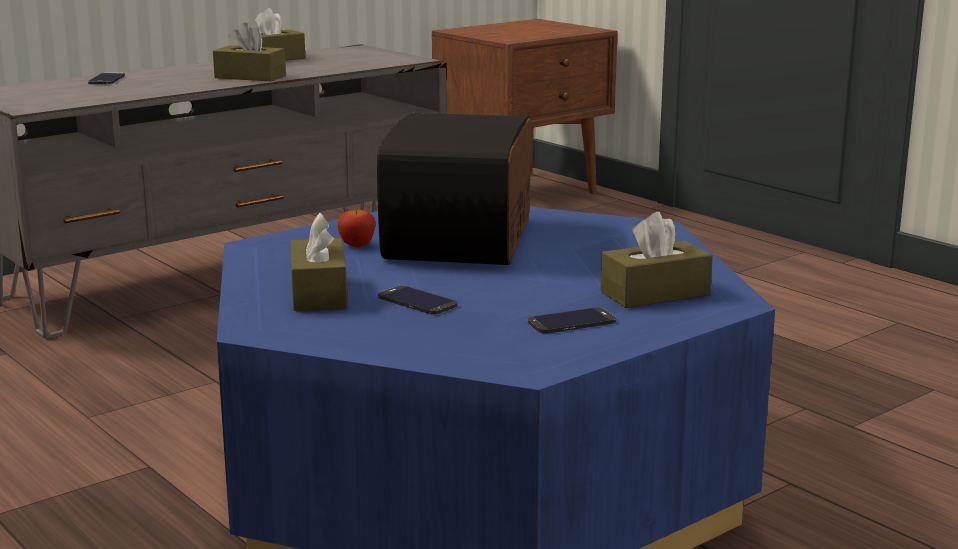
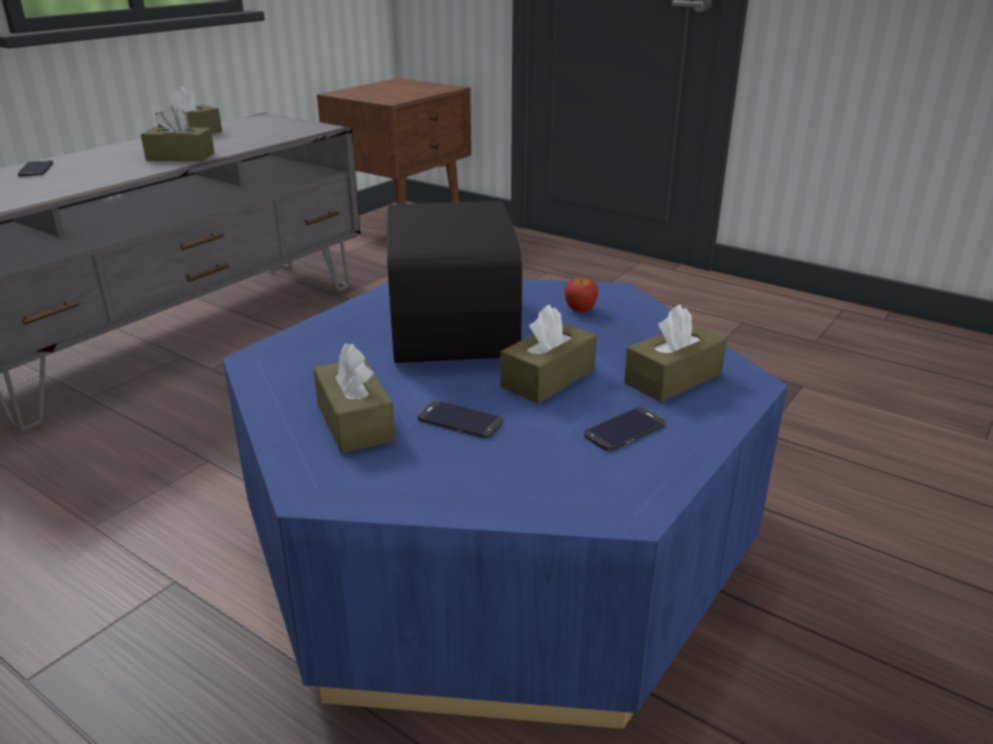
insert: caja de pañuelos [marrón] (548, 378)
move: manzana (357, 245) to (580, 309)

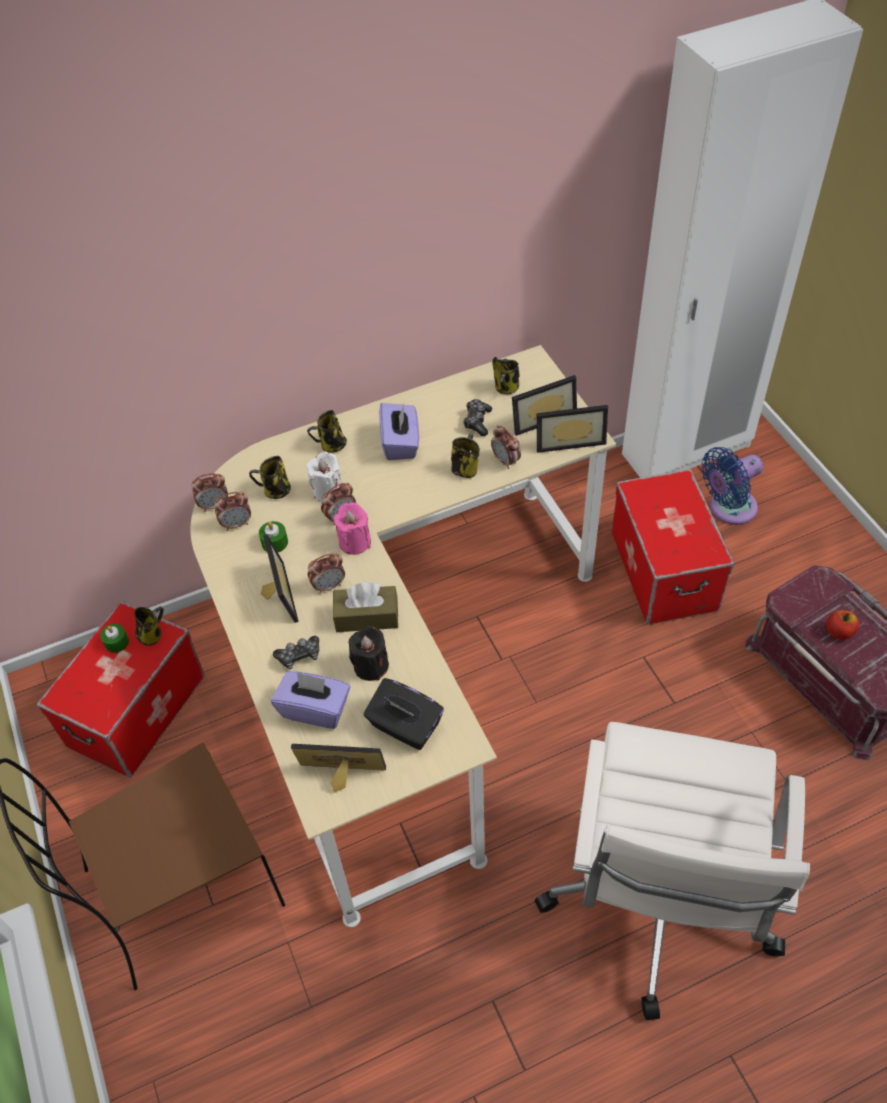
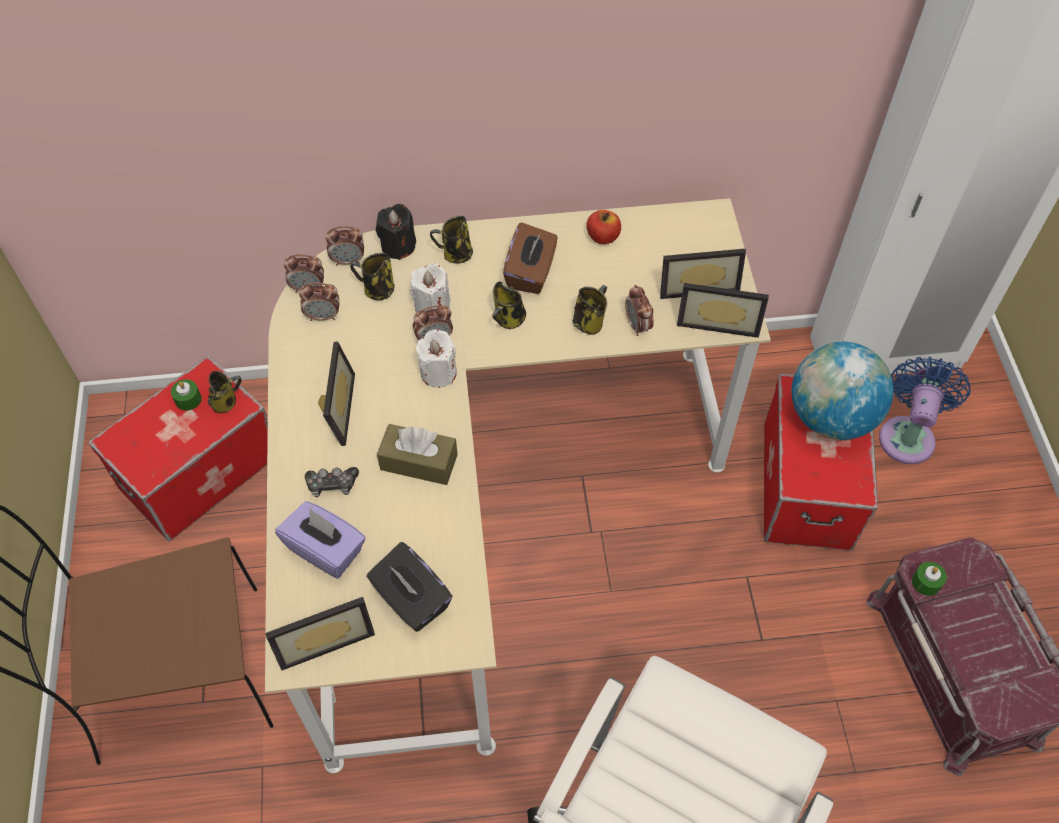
delete: mando de consola (477, 421)
insert: globo terráqueo (830, 417)
move: taza grande (506, 388) to (508, 320); vela [verde] (274, 542) to (926, 582); despertador (329, 586) to (348, 260); manzana (839, 632) to (603, 237); vela [negro] (371, 665) to (398, 246)
recolor: caja de pañuelos [morado] (401, 443) to caja de pañuelos [marrón] (531, 272); vela [rosa] (354, 542) to vela [blanco] (438, 372)
rotate: ventilador [azul] (728, 509) = (908, 435) 120 degrees clockwise; portarretratos (341, 778) = (323, 636) 135 degrees clockwise

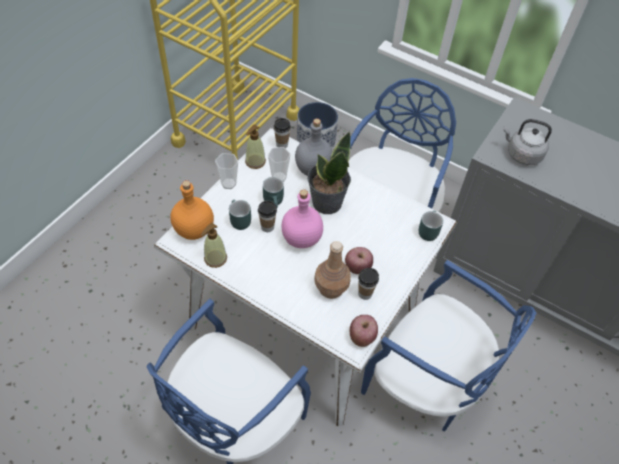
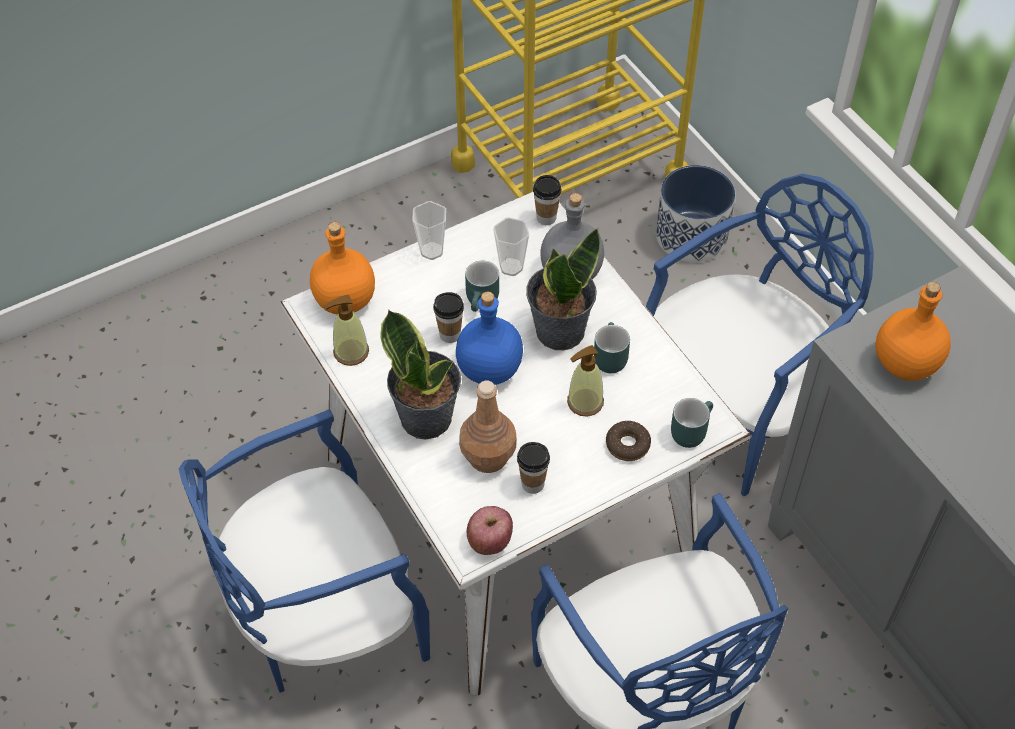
delete: manzana (357, 267)
insert: planta en maceta (427, 417); rosquilla (627, 445)
move: dispensador de jabón (255, 162) to (585, 402); taza grande [turquesa] (238, 220) to (607, 357)
replace: hervidor [gris] (521, 154) to botella [naranja] (904, 364)
recolor: botella [rosa] (300, 238) to botella [azul] (488, 368)

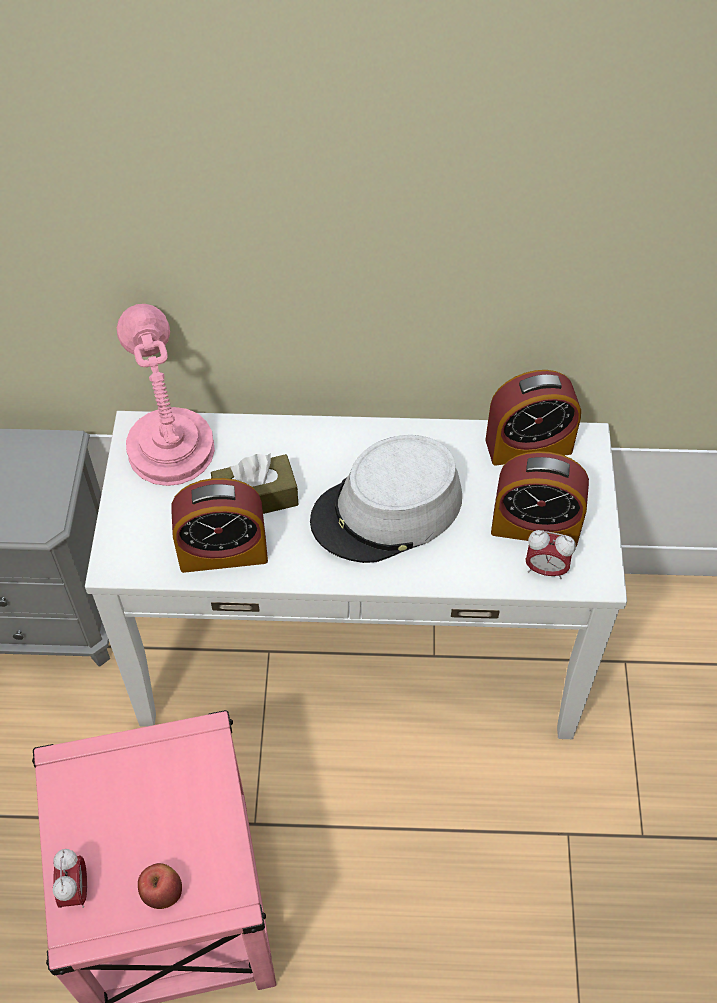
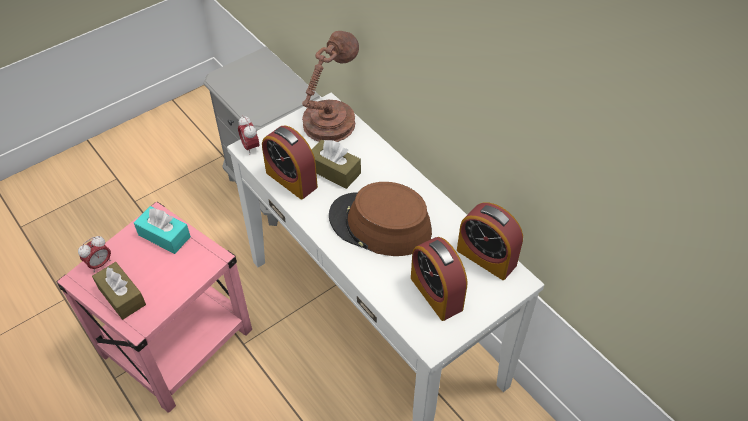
insert: caja de pañuelos [turquesa] (164, 236)
move: despertador (545, 569) to (250, 147)
replace: manzana (162, 893) to caja de pañuelos [marrón] (122, 296)
recolor: lámpara de mesa [rosa] (169, 444) to lámpara de mesa [marrón] (331, 121); sombrero [gris] (387, 510) to sombrero [marrón] (380, 225)

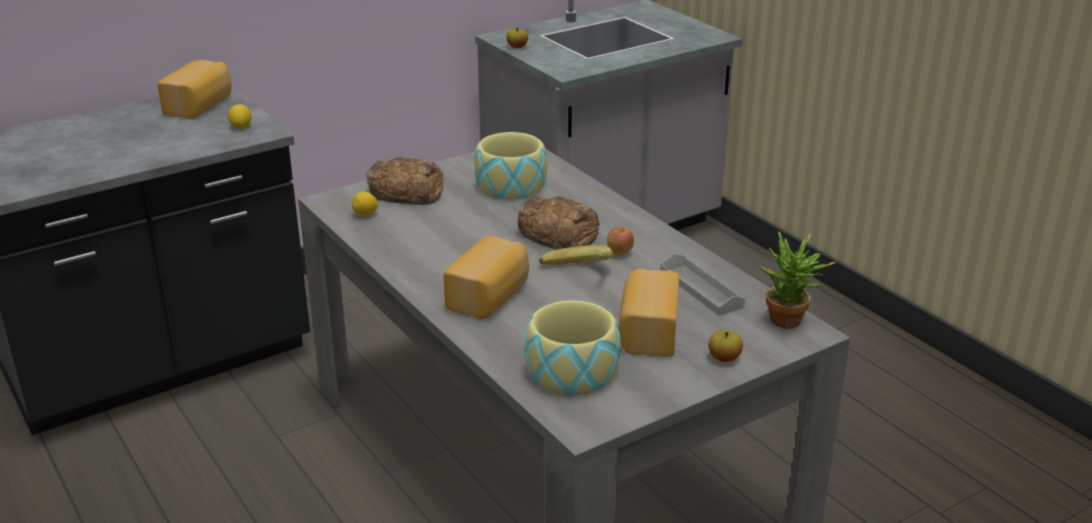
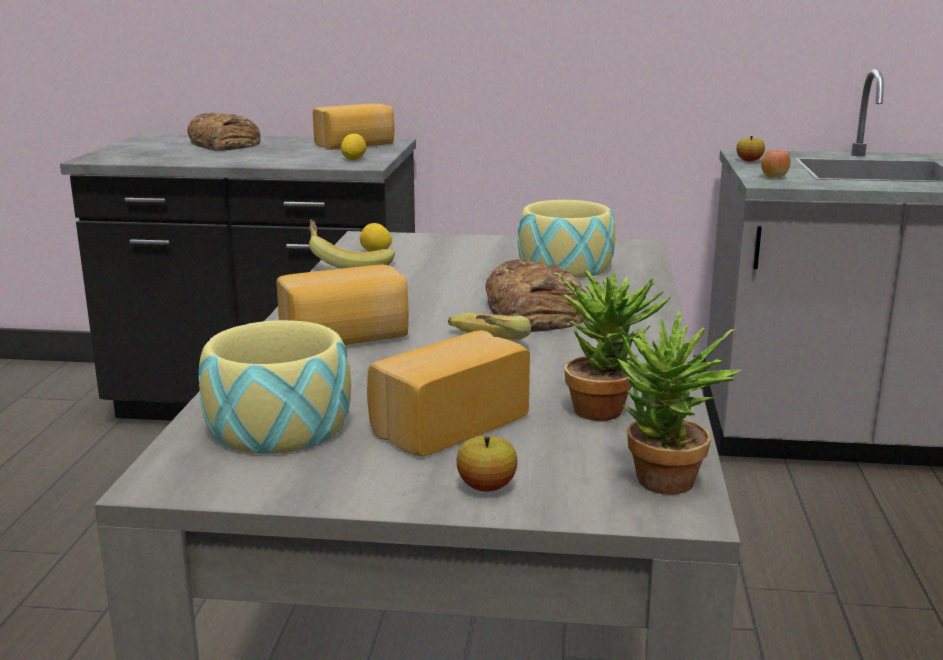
insert: plátano (348, 265)
move: pan (406, 191) to (224, 144); manzana (619, 253) to (774, 177)
replace: bandeja [gris] (701, 289) to planta en maceta (606, 408)

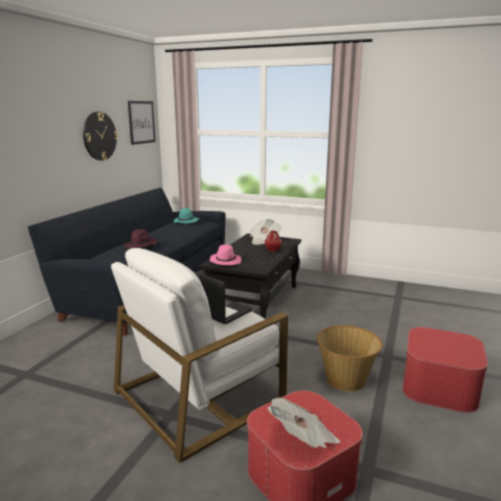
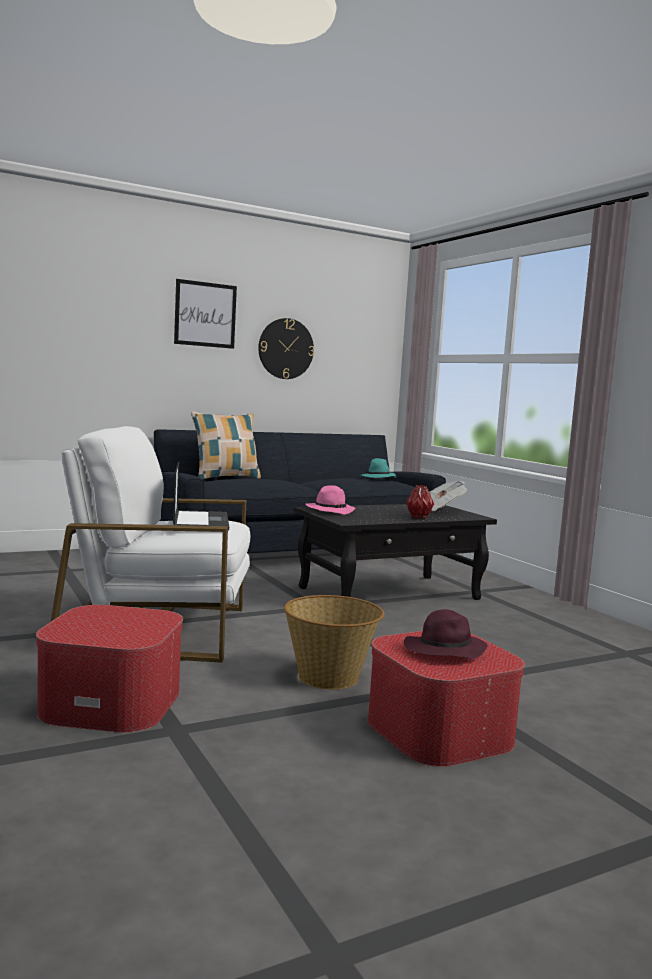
delete: periódico (303, 439)
insert: cojín (225, 478)
move: cuadro (141, 122) to (205, 314); sombrero [morado] (140, 245) to (443, 651)

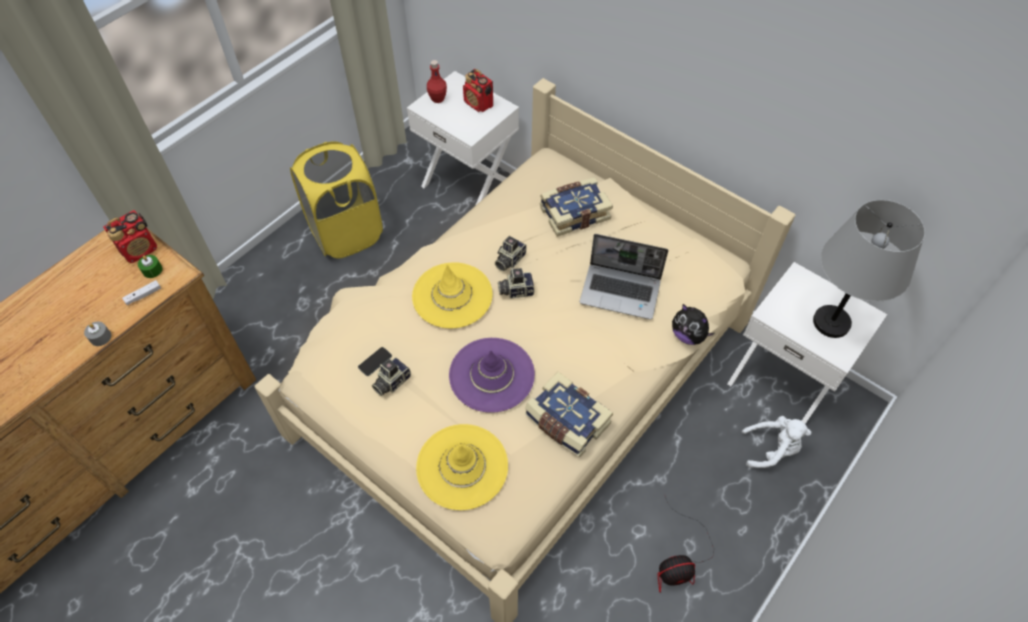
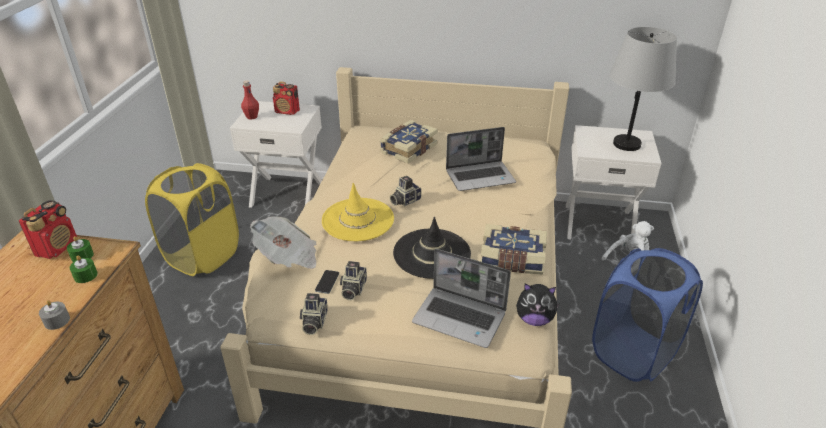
insert: periódico (288, 257)
move: cámara (509, 260) to (313, 322); peluche (688, 335) to (534, 319)
replace: mando de consola [blanco] (143, 295) to vela [verde] (85, 275); sombrero [amarillo] (462, 466) to portátil (460, 318); ventilador (680, 561) to cesto de la ropa [azul] (633, 353)
recolor: sombrero [morado] (492, 375) to sombrero [negro] (432, 253)

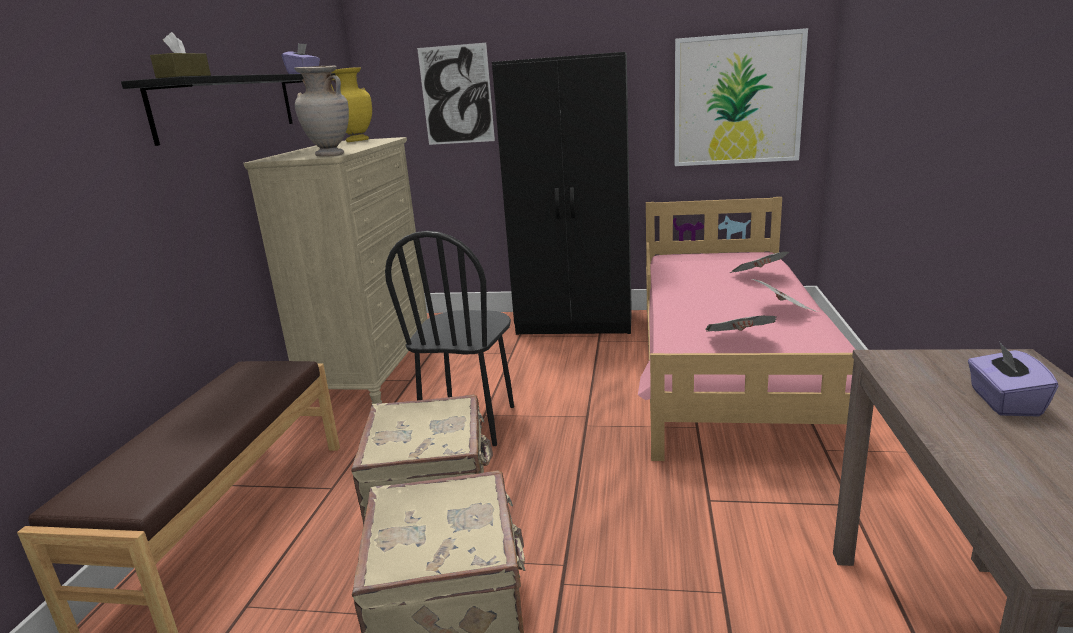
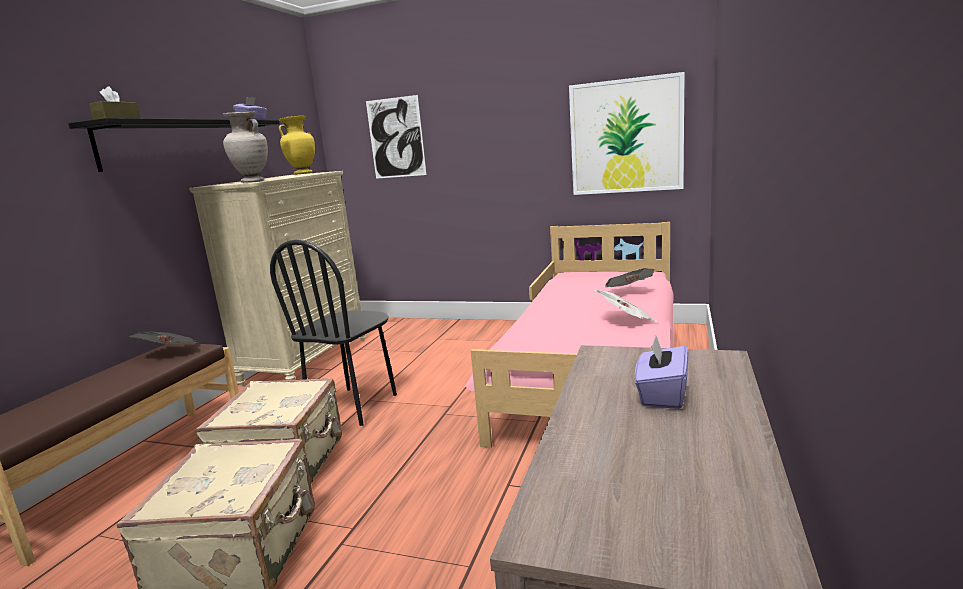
delete: armario ropero [negro] (576, 323)
move: periódico (739, 342) to (171, 353)

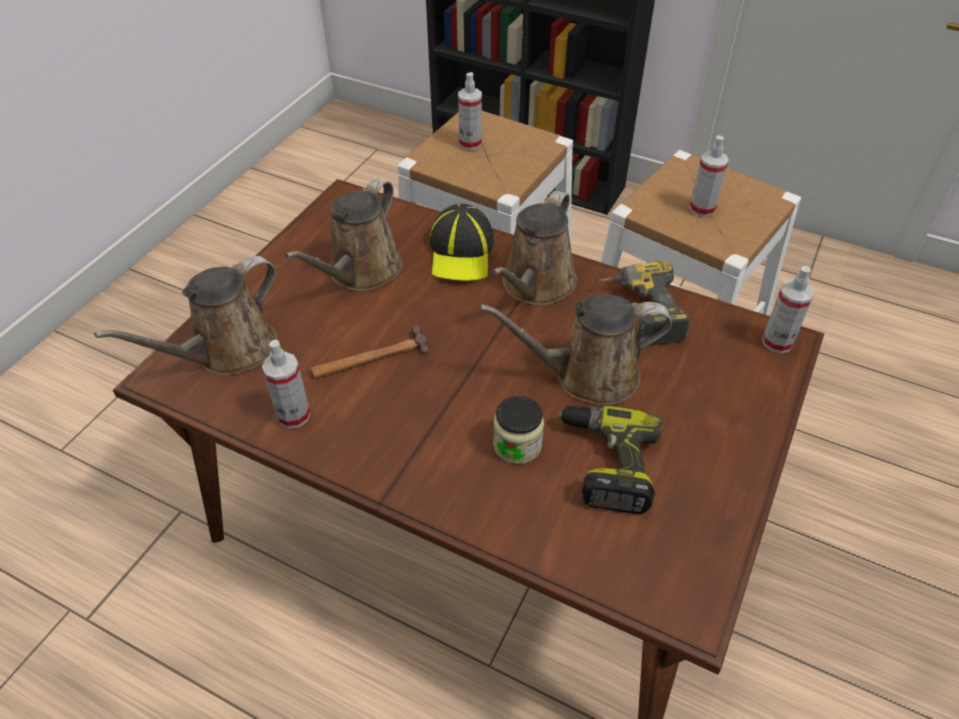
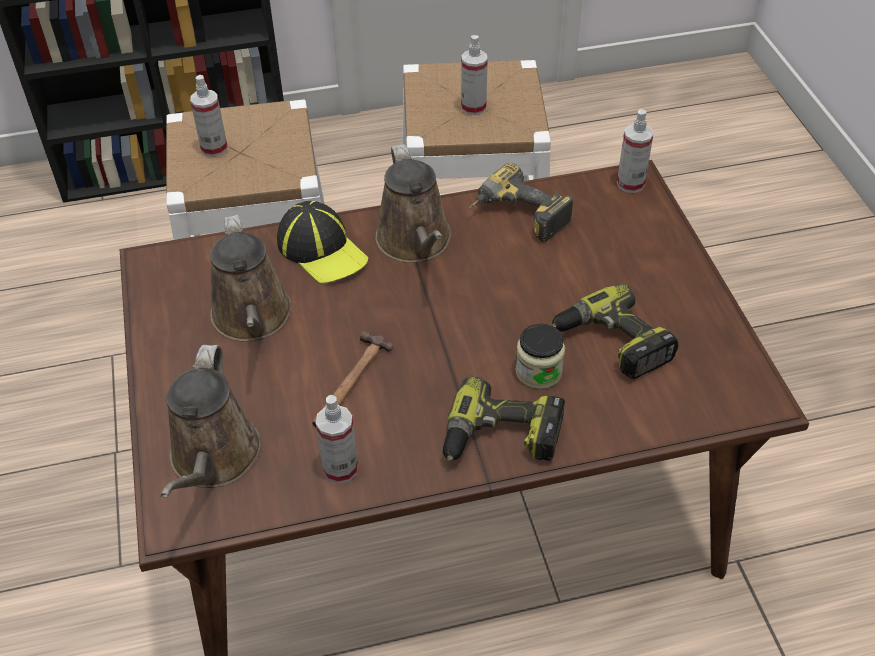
delete: regadera [marrón] (587, 375)
insert: taladro (501, 438)

